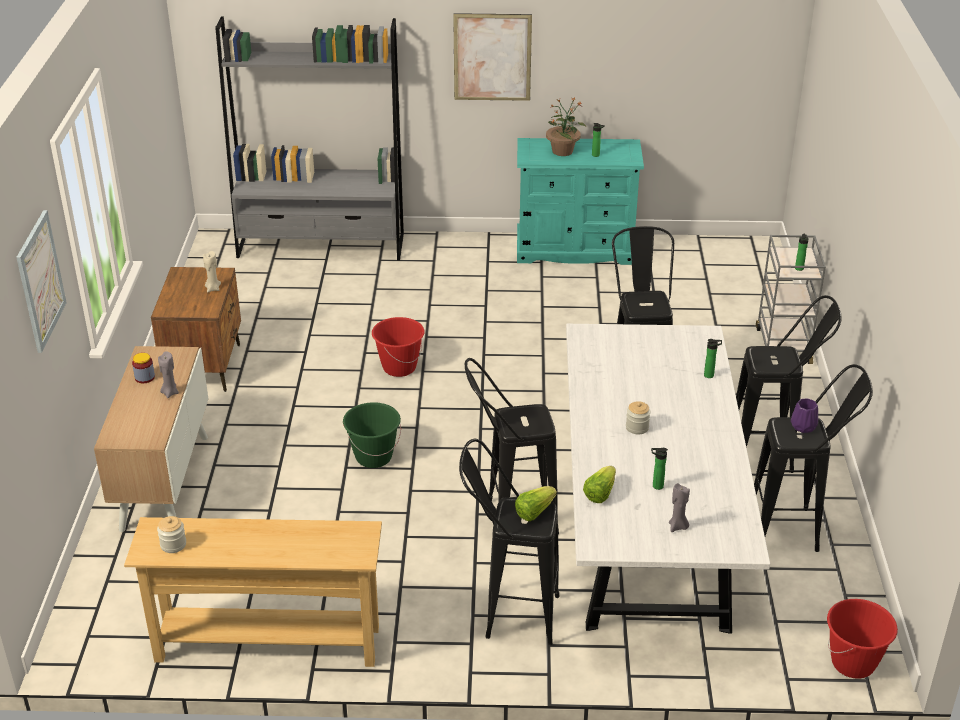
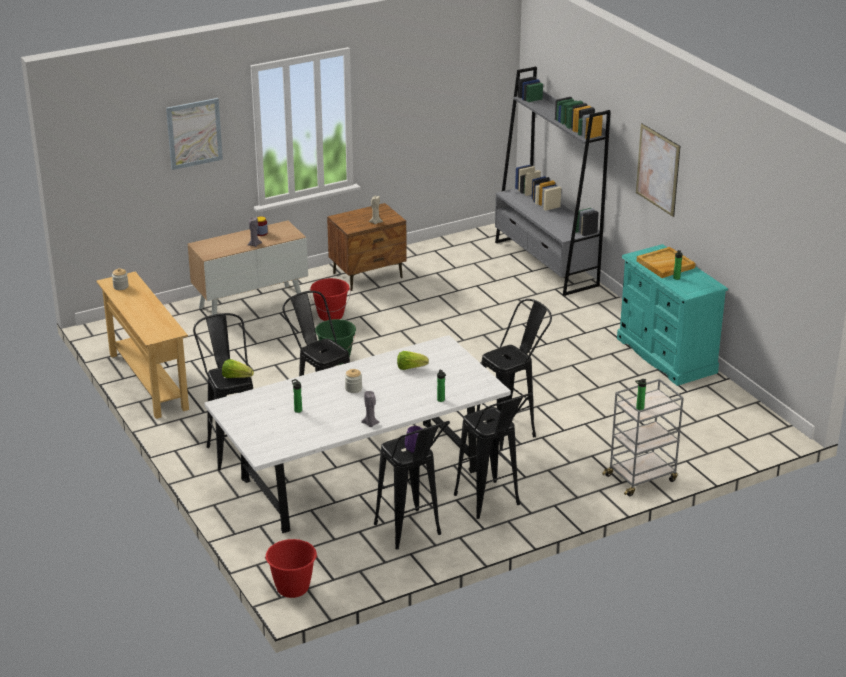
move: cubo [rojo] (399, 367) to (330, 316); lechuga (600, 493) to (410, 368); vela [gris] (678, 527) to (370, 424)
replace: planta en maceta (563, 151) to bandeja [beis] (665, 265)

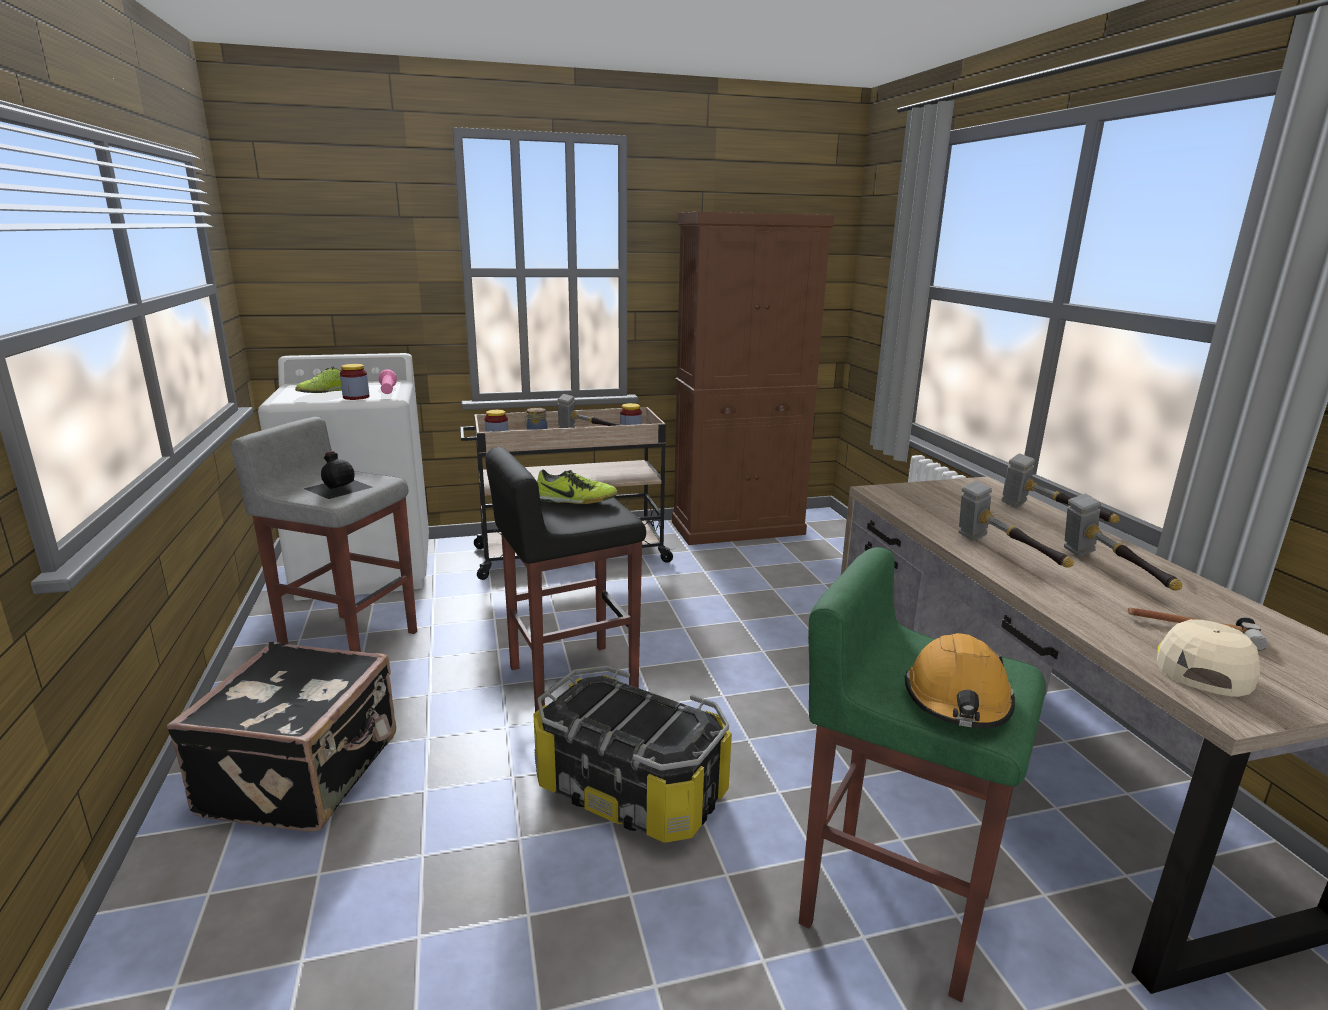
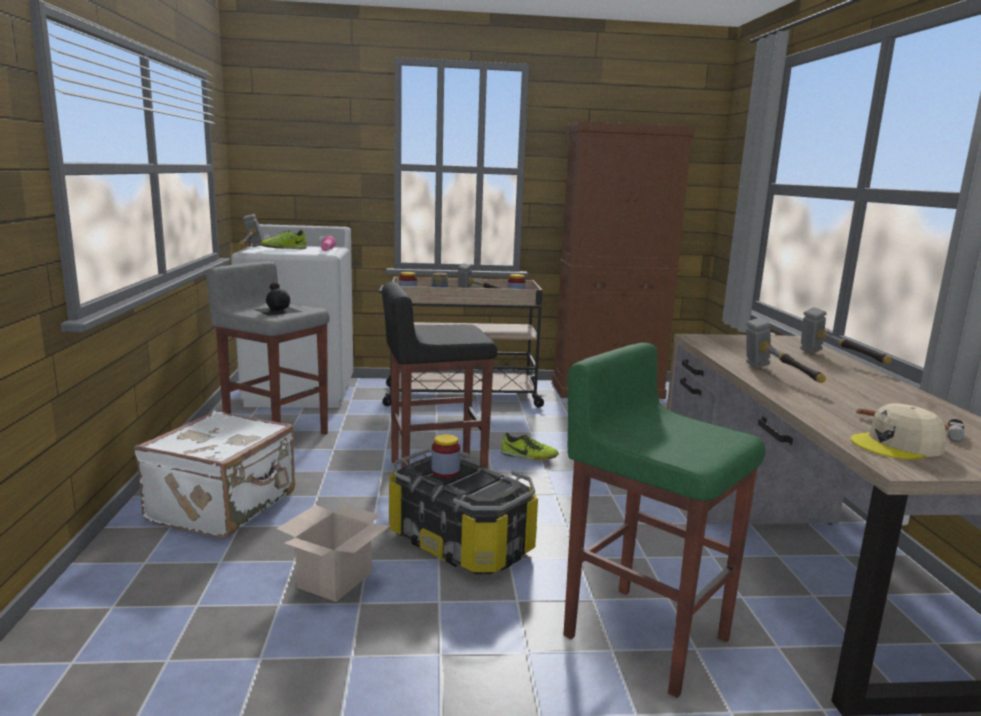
delete: casco [naranja] (957, 700)
insert: caja de cartón (335, 579)
move: tarro (356, 397) to (445, 472); zapato (576, 501) to (528, 457); martillo (1111, 572) to (250, 249)
recolor: maleta [negro] (305, 774) to maleta [blanco] (225, 507)
rotate: gorra [beis] (1202, 667) = (897, 445) 150 degrees counterclockwise

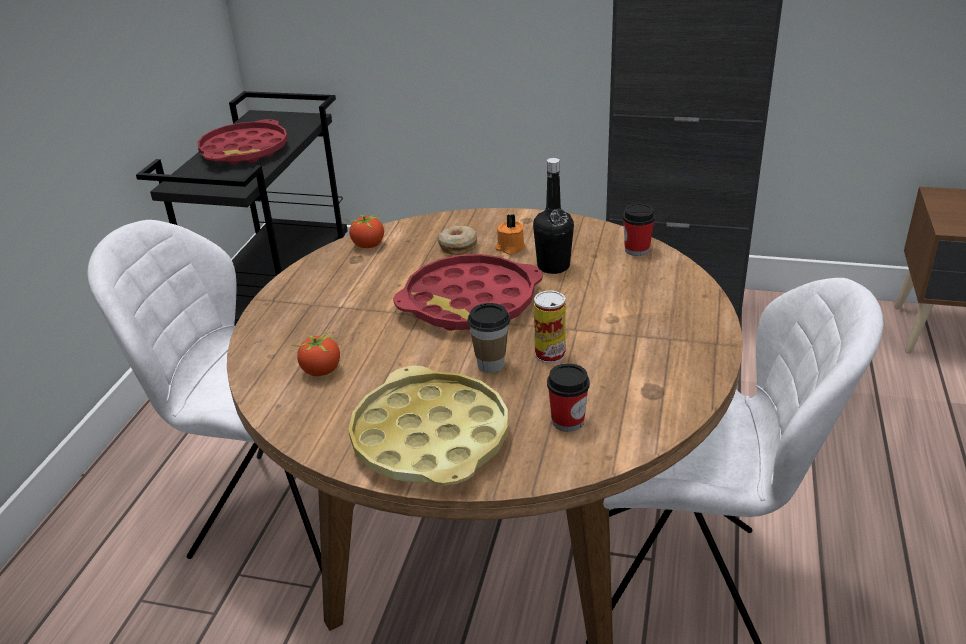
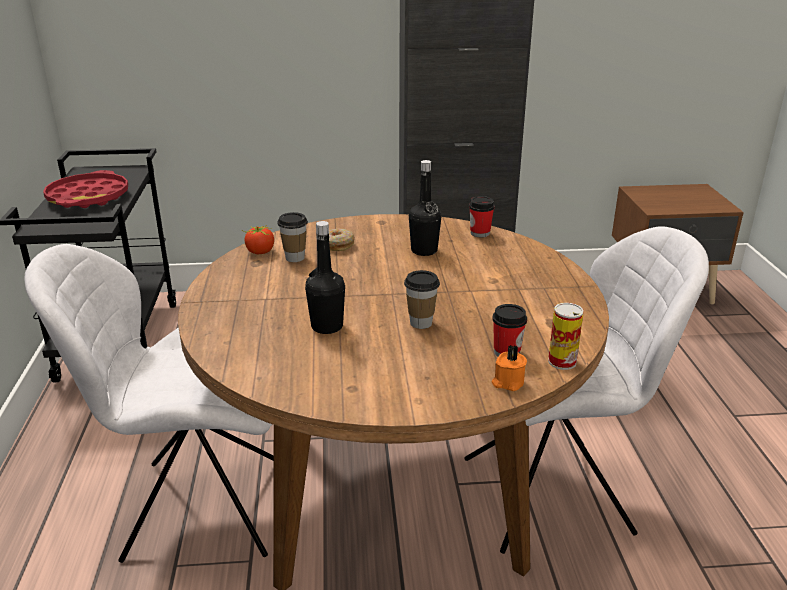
delete: bandeja [rojo] (470, 303); tomate (321, 371); bandeja [amarillo] (430, 438)
insert: taza (295, 258); botella [negro] (327, 326)
move: vela [naranja] (510, 248) to (507, 382); lata (550, 354) to (562, 362)

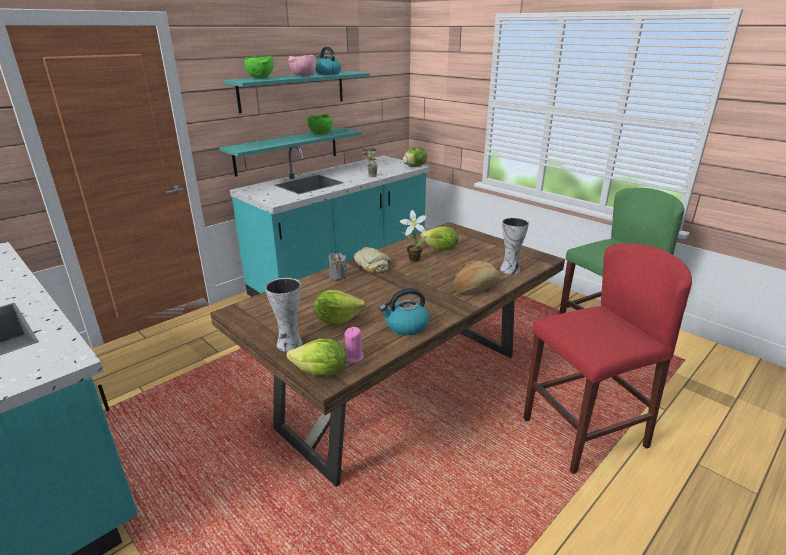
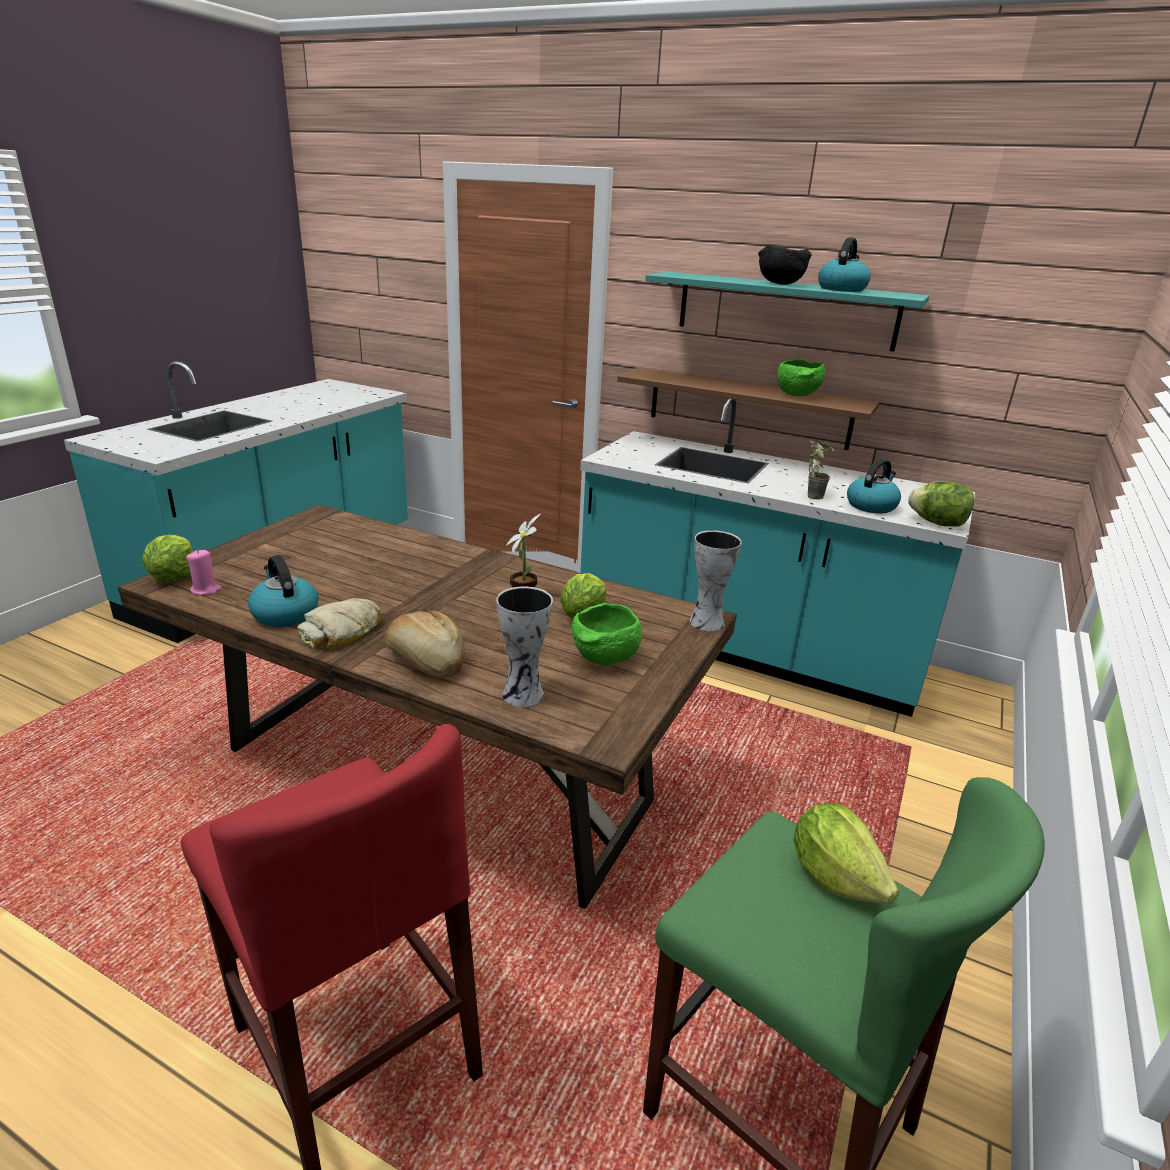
delete: vela [gris] (338, 276)
insert: hervidor (871, 506)
move: cuenco [verde] (261, 78) to (604, 660); pan (372, 265) to (342, 632); florero (288, 344) to (705, 622); lechuga (337, 319) to (835, 876)
recolor: cuenco [rosa] (303, 76) to cuenco [negro] (779, 284); estante [turquesa] (287, 151) to estante [marrón] (748, 408)

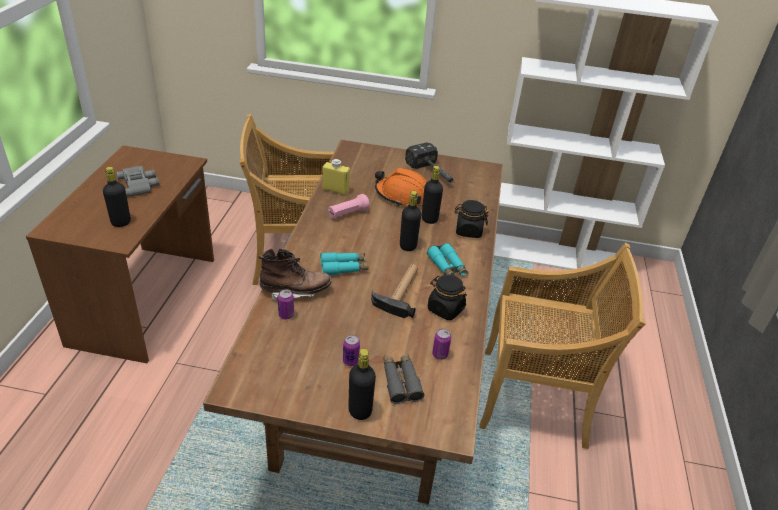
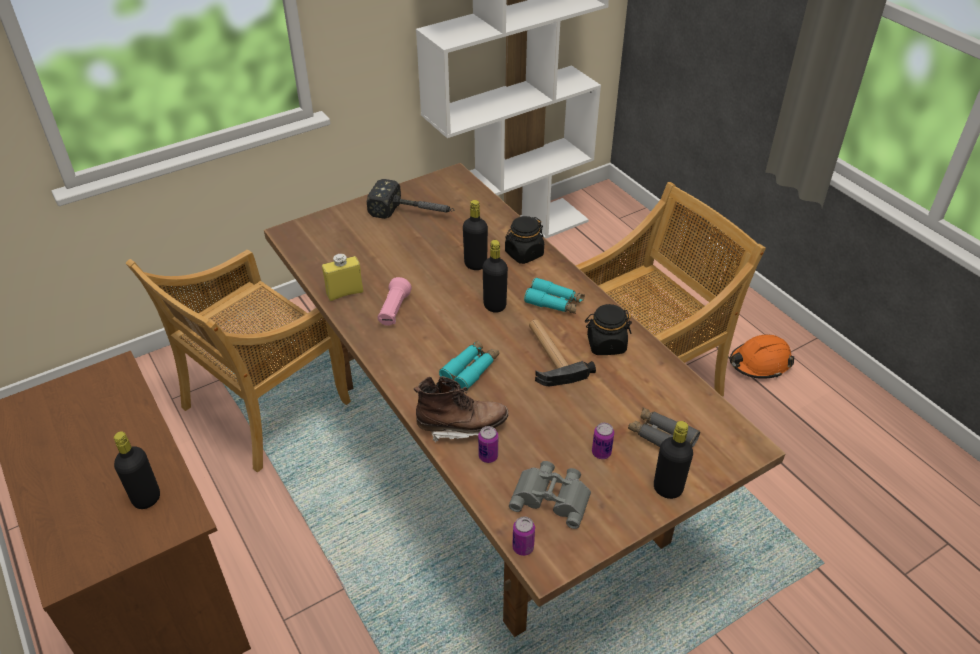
move: prismáticos [gris] (139, 184) to (552, 496); casco [naranja] (403, 196) to (759, 363); lata (440, 355) to (523, 547)
rotate: bota [marrón] (295, 291) = (461, 426) 45 degrees clockwise

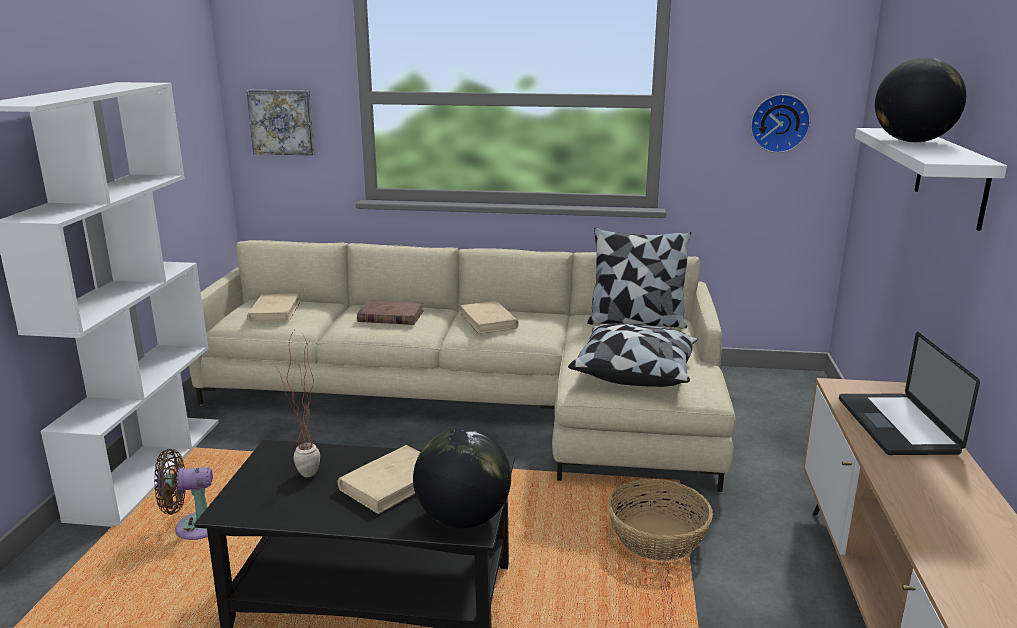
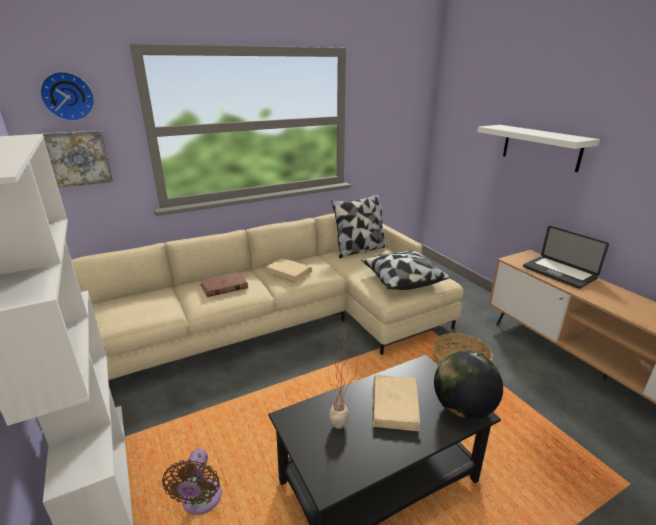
delete: globo terráqueo (912, 141); libro [beis] (275, 311)
move: reloj de pared (779, 123) to (68, 96)
rotate: ventilador [marrón] (194, 527) = (200, 501) 45 degrees counterclockwise

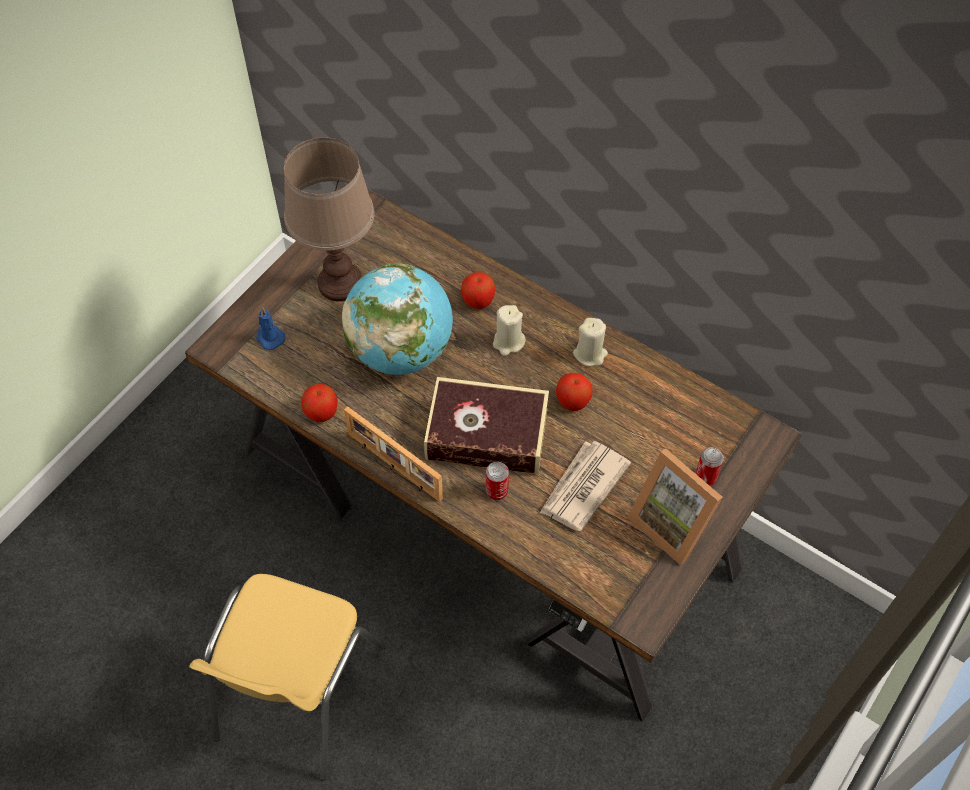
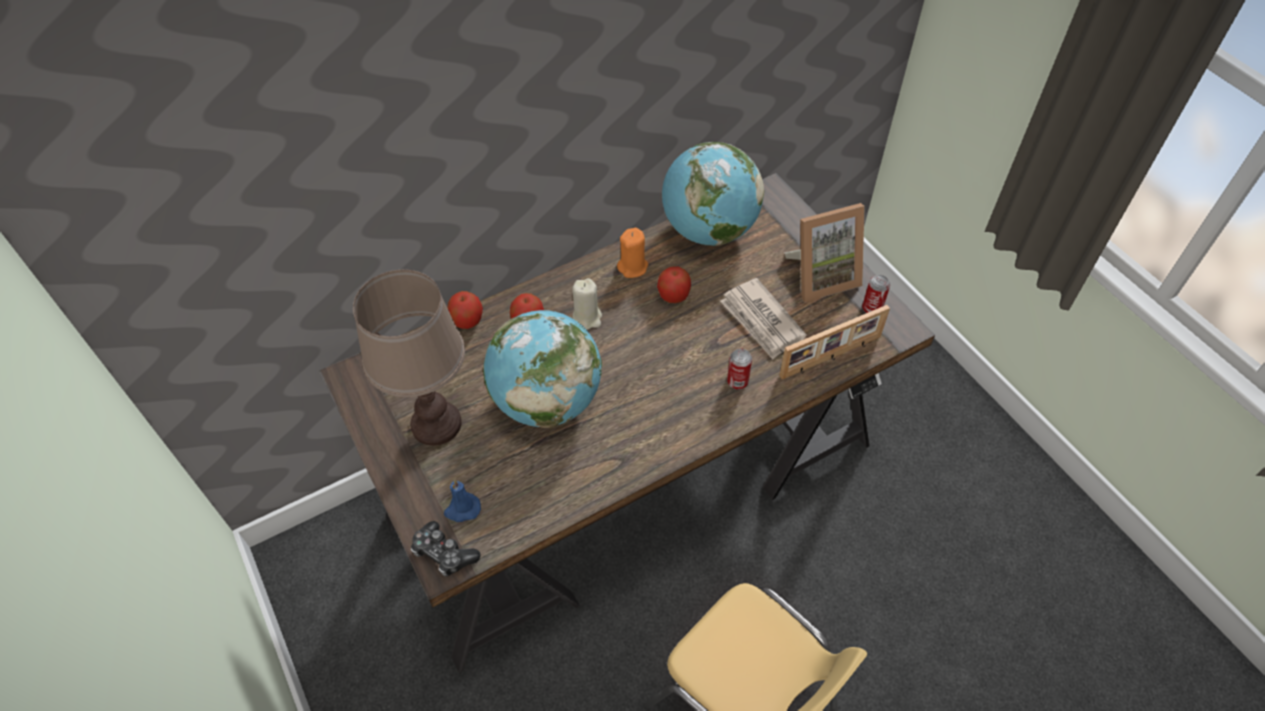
delete: libro (487, 435)
insert: globo terráqueo (709, 231); mando de consola (444, 554)
move: manzana (321, 412) to (467, 321); portarretratos (393, 467) to (831, 357); lata (705, 477) to (871, 308)
recolor: vela [beis] (590, 354) to vela [naranja] (633, 267)

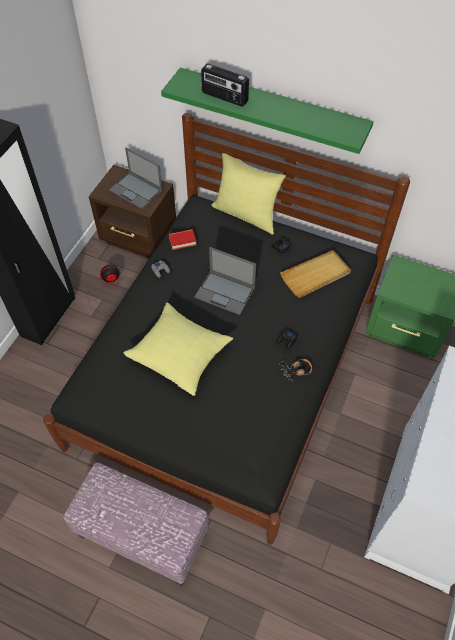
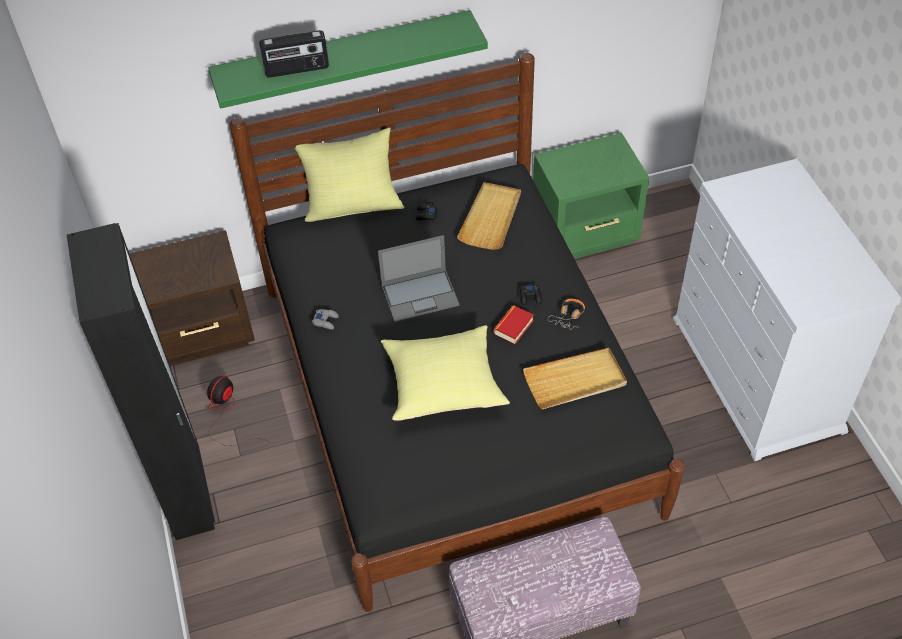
delete: portátil (136, 190)
insert: bandeja [beis] (575, 381)
move: libro (182, 241) to (513, 327)

